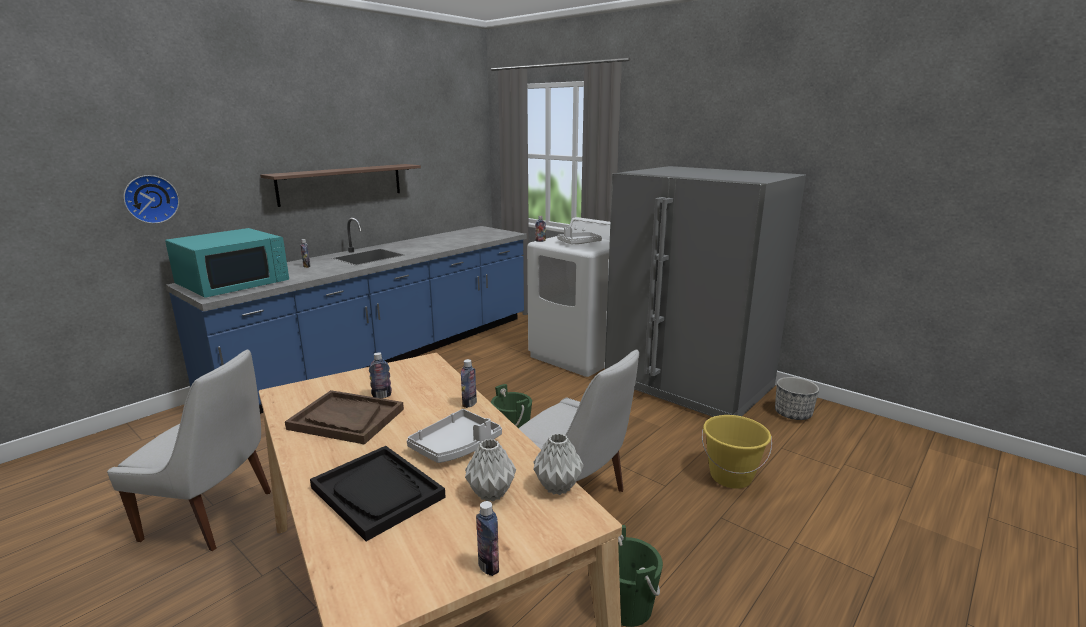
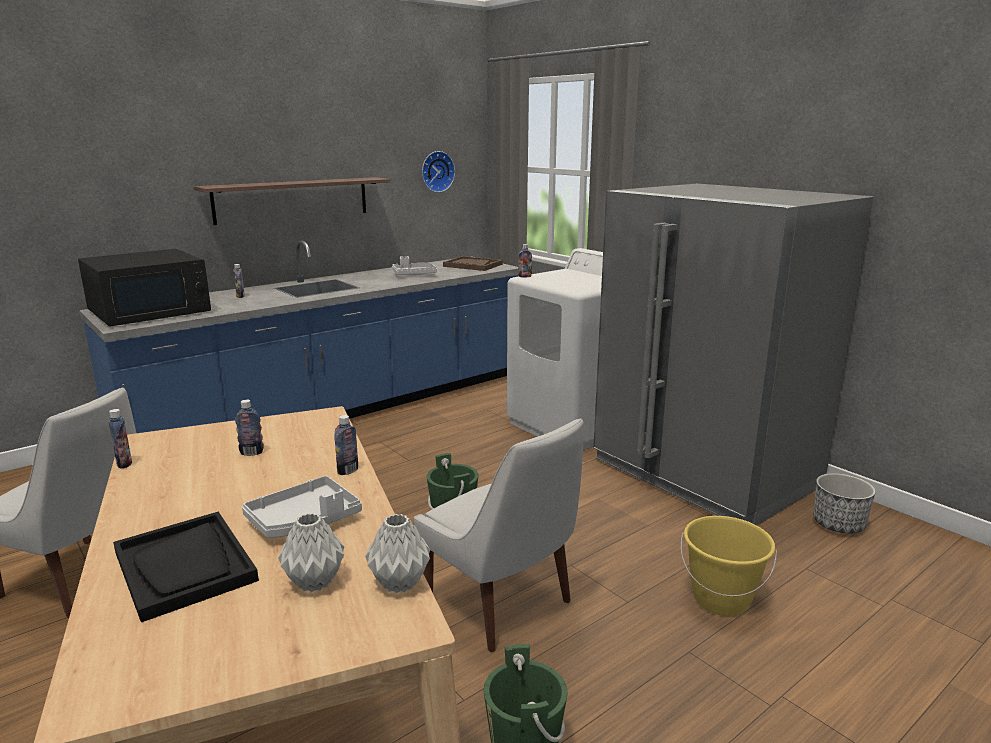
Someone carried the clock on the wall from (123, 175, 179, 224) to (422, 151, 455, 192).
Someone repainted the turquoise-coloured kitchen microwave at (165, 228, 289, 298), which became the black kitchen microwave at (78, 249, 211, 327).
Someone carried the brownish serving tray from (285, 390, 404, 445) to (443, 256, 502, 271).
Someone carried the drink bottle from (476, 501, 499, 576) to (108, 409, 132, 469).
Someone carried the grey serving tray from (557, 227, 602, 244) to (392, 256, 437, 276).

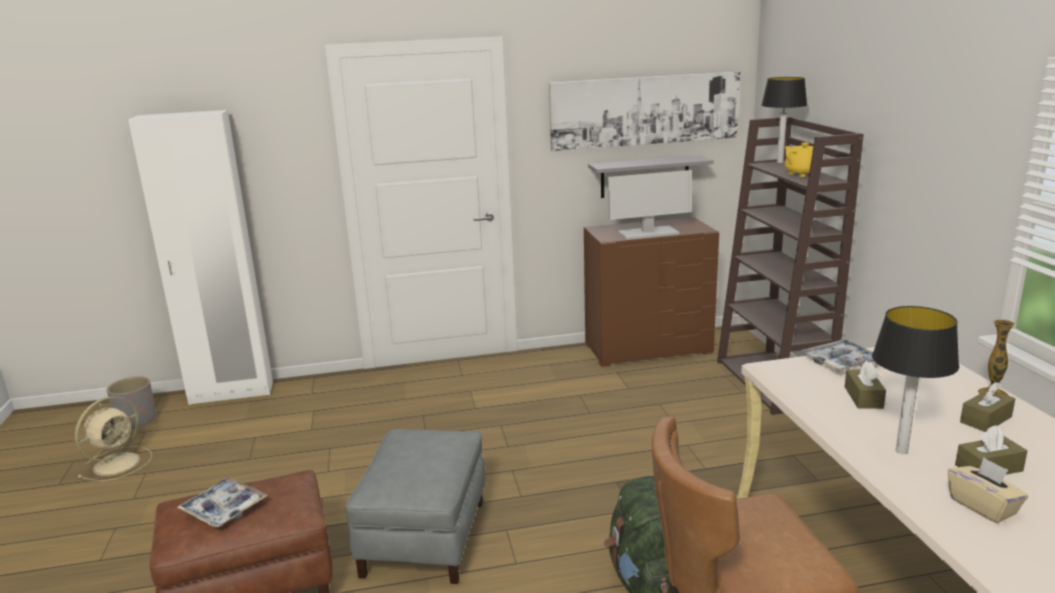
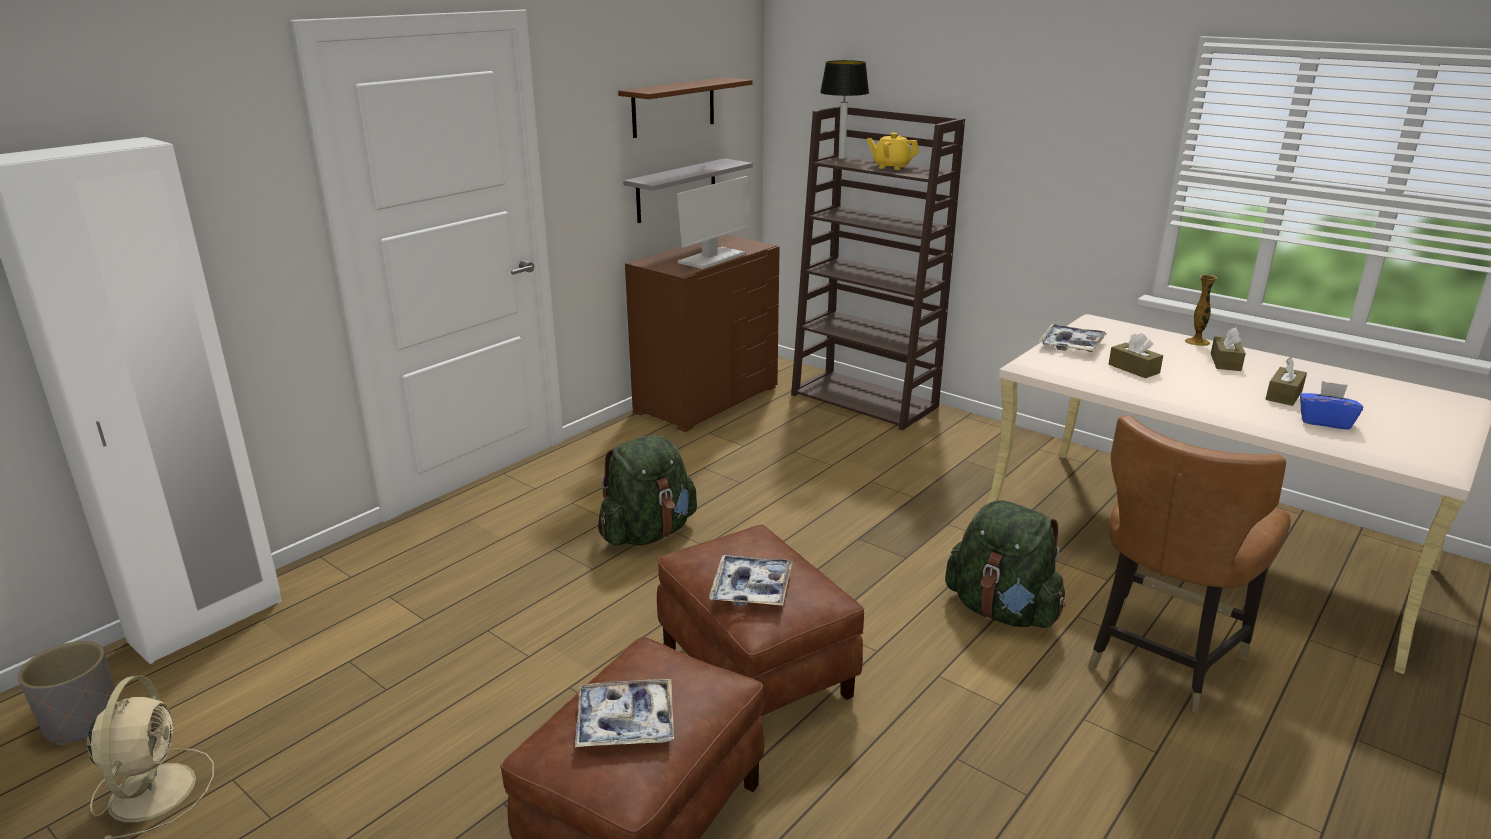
Someone repainted the grey pouffe at (346, 429, 486, 584), which became the brownish pouffe at (657, 524, 864, 716).
Someone swapped the wall art at (549, 72, 740, 151) for the brownish bracket shelf at (618, 77, 753, 138).
Someone took away the table lamp at (872, 306, 959, 454).
Someone repainted the beige-coloured box of tissues at (948, 457, 1028, 523), which became the blue-coloured box of tissues at (1300, 381, 1363, 430).
Someone put down the green rucksack at (598, 435, 697, 546).
Someone put down the serving tray at (709, 555, 793, 606).

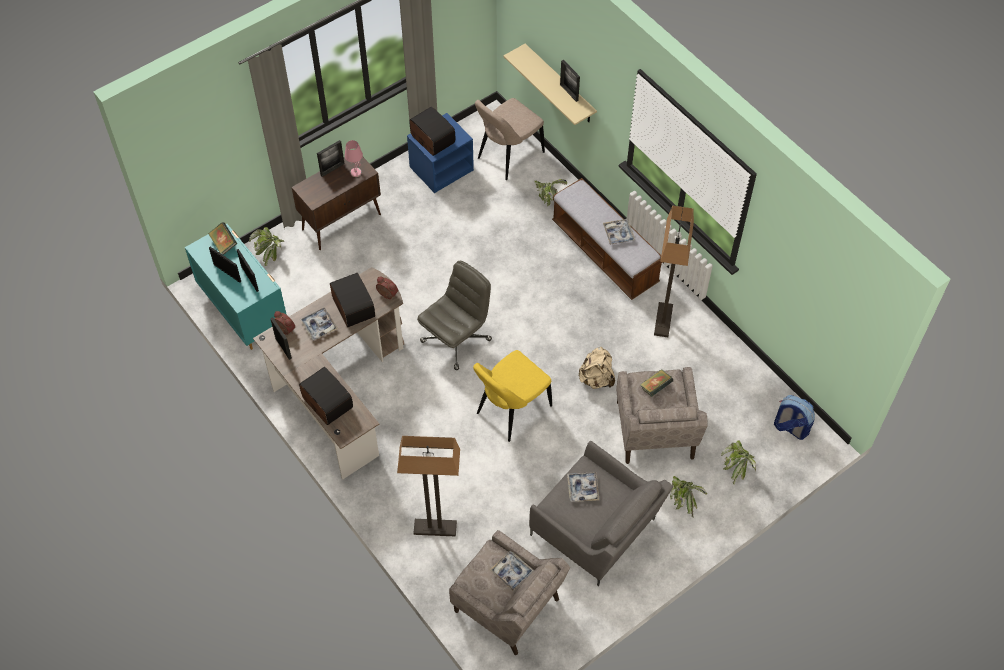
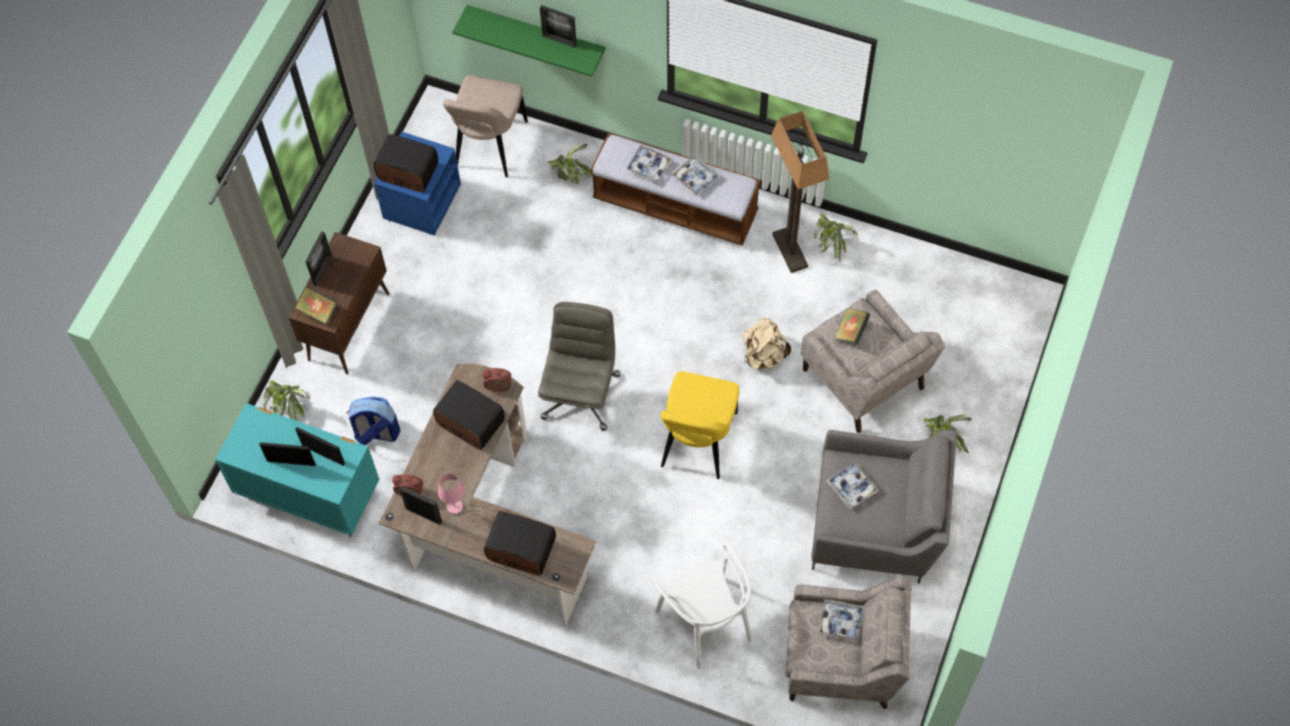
Someone carried the book from (208, 222, 237, 255) to (295, 286, 338, 324).
Someone carried the serving tray from (300, 307, 338, 340) to (625, 145, 672, 183).
Someone carried the pink-coloured table lamp from (345, 140, 363, 177) to (438, 474, 464, 515).
Someone swapped the standard lamp at (397, 436, 460, 537) for the white-coloured chair at (652, 542, 752, 669).
Someone repainted the beige-coloured bracket shelf at (504, 44, 597, 125), which became the green bracket shelf at (452, 5, 606, 77).
Someone carried the plant in a pot from (721, 440, 756, 484) to (814, 214, 858, 262).
Someone carried the rucksack from (774, 395, 815, 440) to (346, 396, 401, 445).

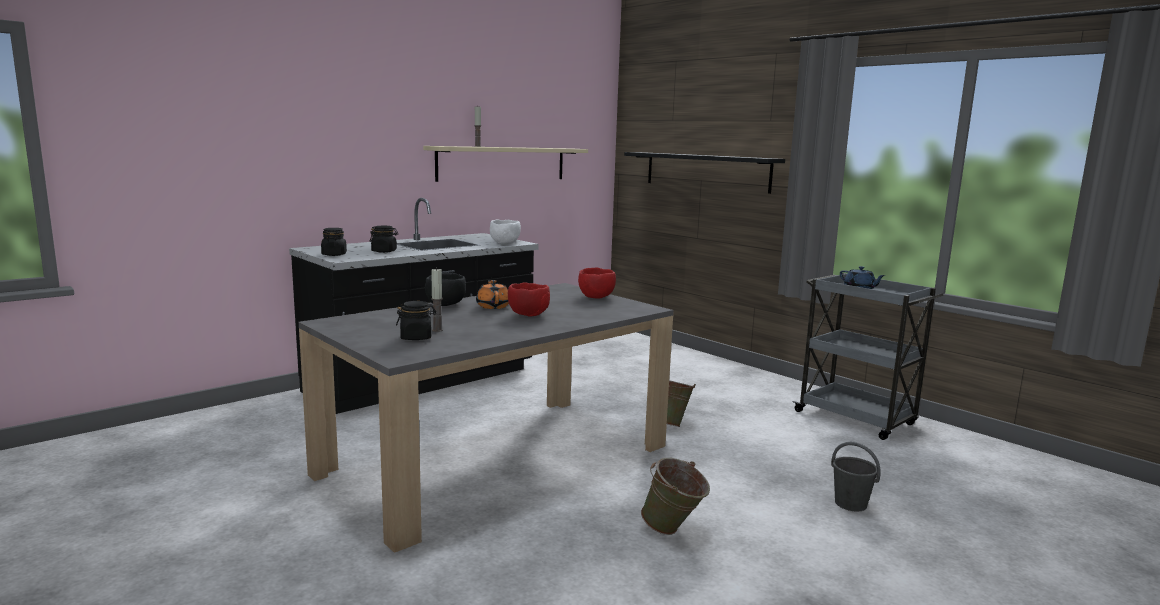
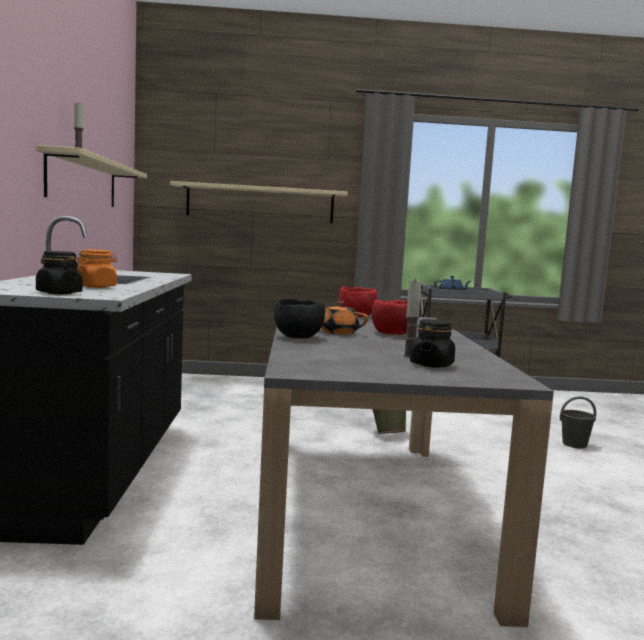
Someone repainted the black jar at (370, 226, 398, 253), which became the orange jar at (77, 249, 117, 288).
Someone took away the white-coloured serving bowl at (490, 219, 521, 244).
Someone repainted the black bracket shelf at (624, 152, 785, 194), which became the beige-coloured bracket shelf at (170, 181, 348, 223).
Someone took away the green water bucket at (641, 457, 710, 535).

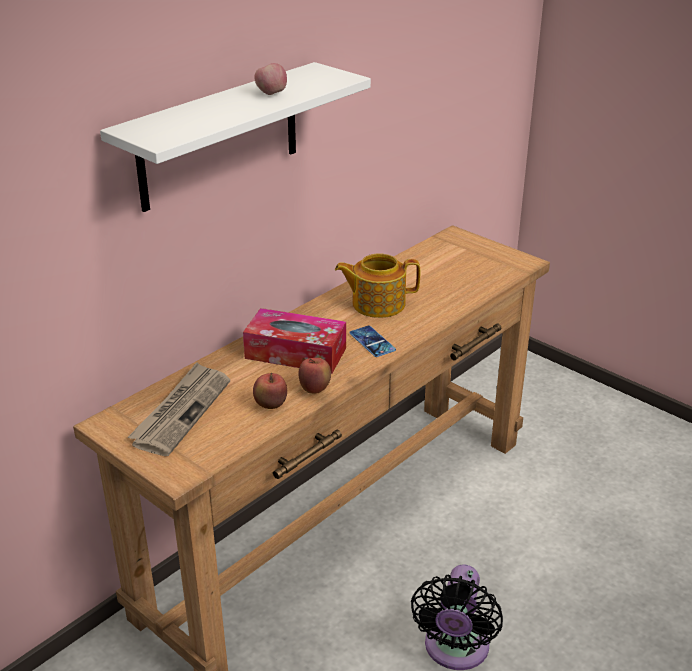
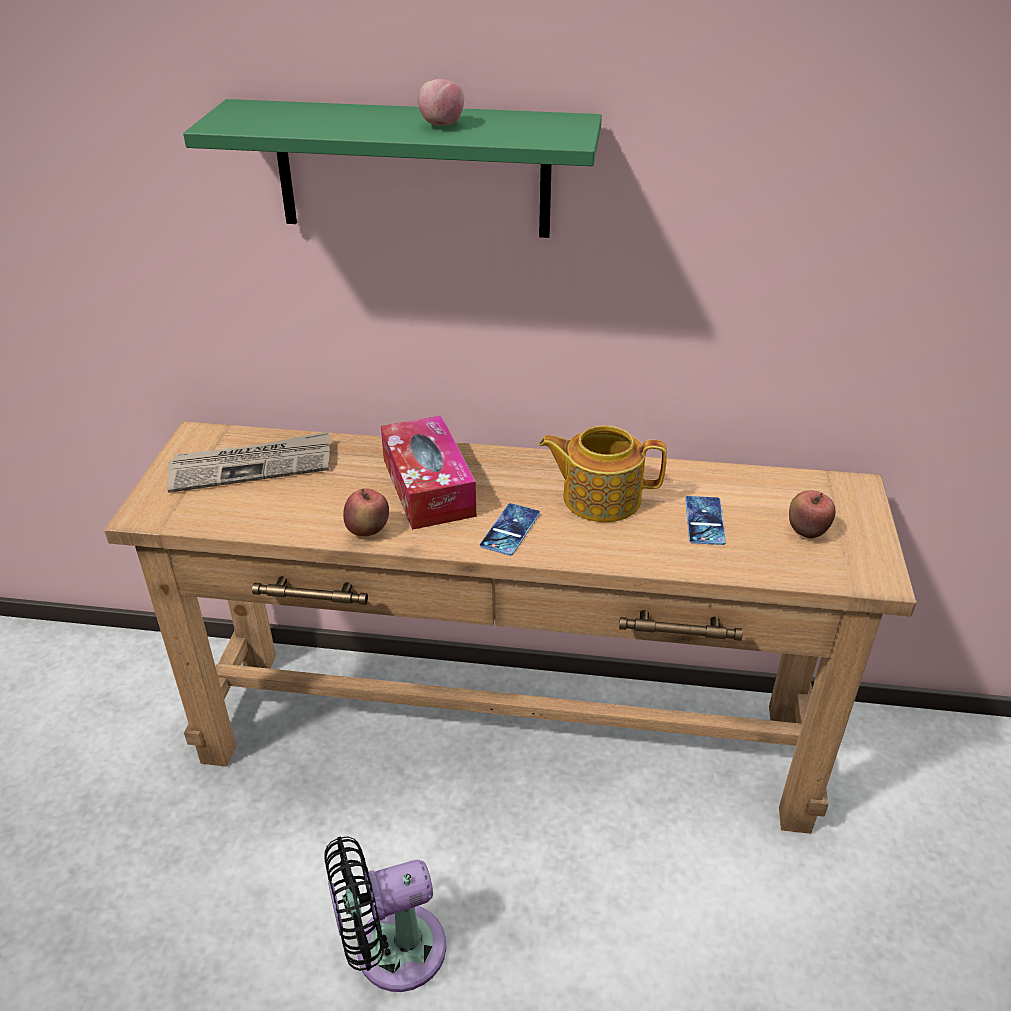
Someone repainted the white-coloured bracket shelf at (100, 62, 371, 212), which became the green bracket shelf at (183, 99, 602, 238).
Someone carried the apple fruit from (253, 373, 287, 409) to (789, 490, 835, 539).
Someone rotated the teapot at (335, 253, 420, 318) by 45 degrees counterclockwise.
Someone put down the phone at (685, 496, 726, 545).

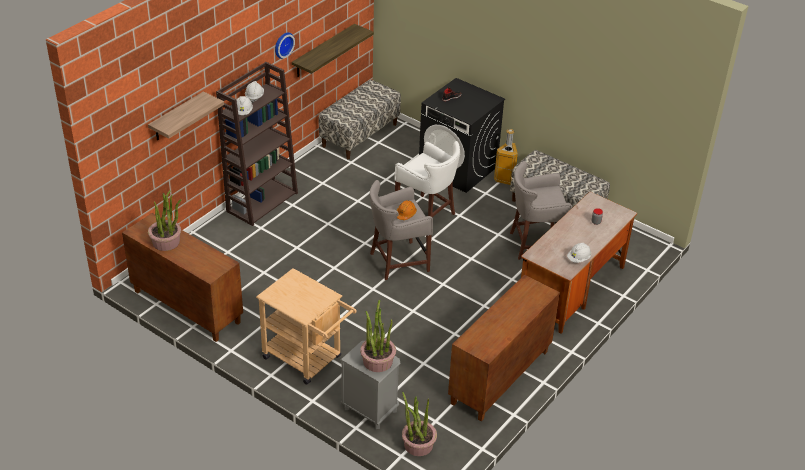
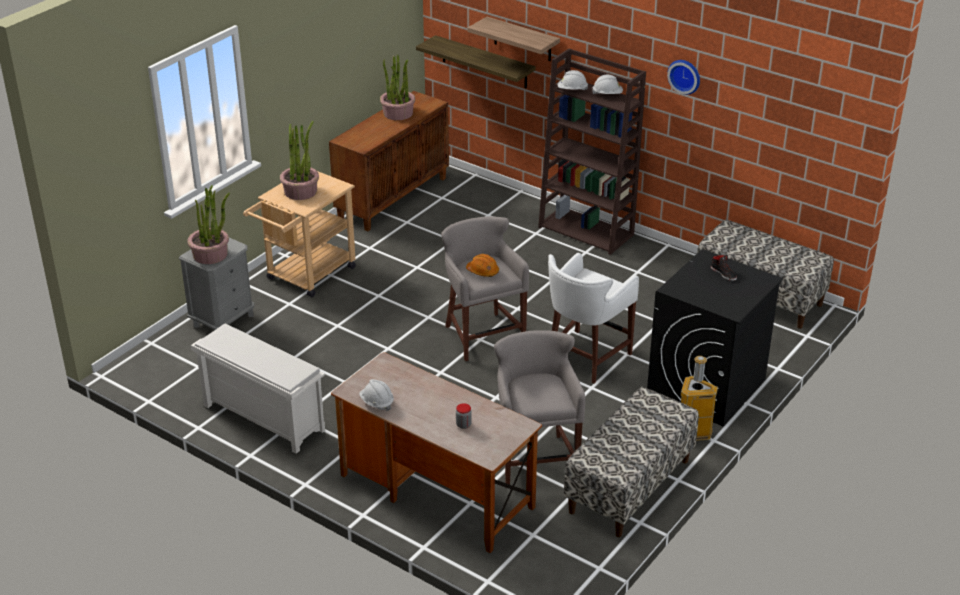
Someone carried the bracket shelf from (292, 24, 374, 77) to (416, 35, 536, 88).
Someone carried the plant in a pot from (402, 392, 437, 456) to (280, 121, 319, 200).
Someone swapped the brownish cabinet at (448, 275, 560, 422) for the white-coloured shoe rack at (191, 324, 325, 454).

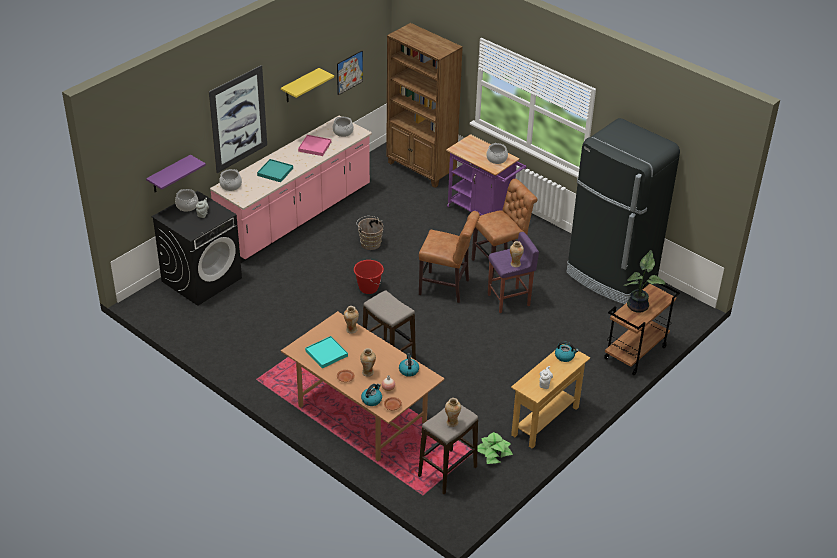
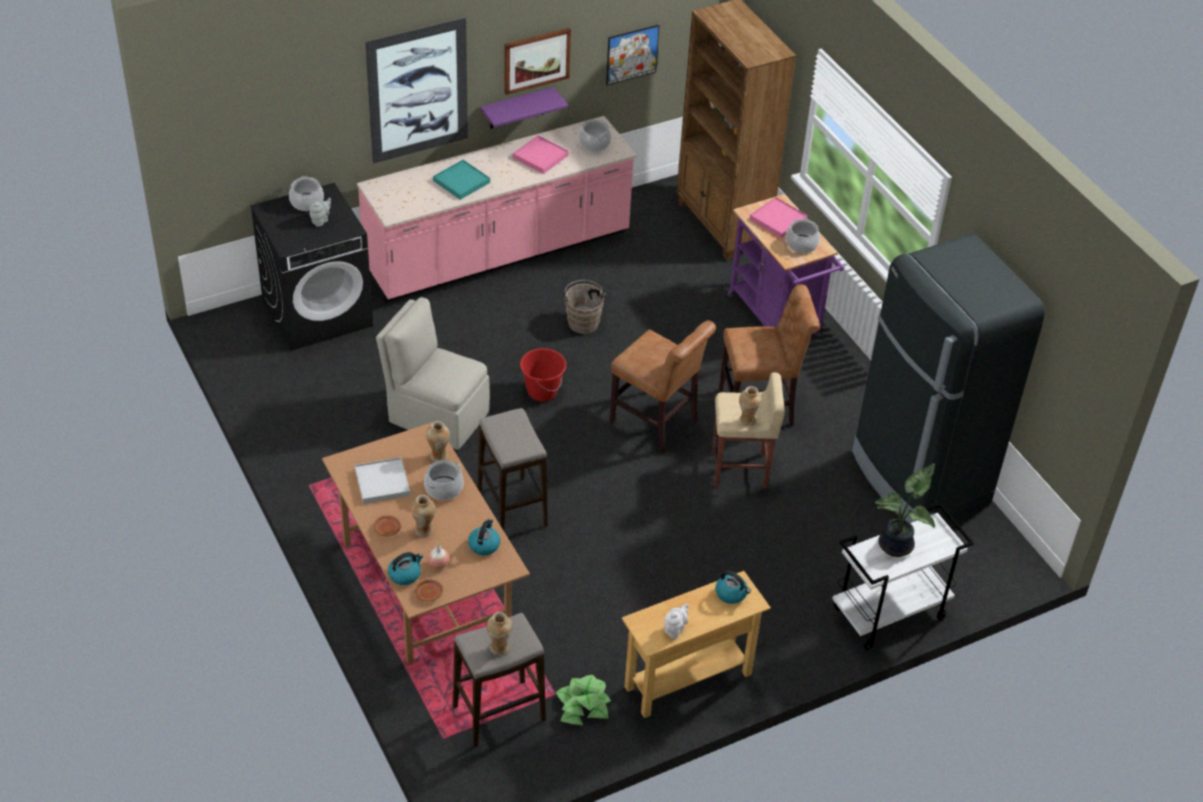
Someone carried the purple bracket shelf from (146, 155, 206, 192) to (480, 87, 568, 129).
Someone carried the saucepot from (219, 169, 242, 191) to (424, 460, 464, 500).
Someone swapped the yellow-coloured bracket shelf at (281, 68, 334, 102) for the wall art at (505, 28, 571, 95).
Someone repainted the turquoise-coloured serving tray at (305, 336, 348, 368), which became the white-coloured serving tray at (355, 457, 410, 504).
Someone repainted the purple sitting stool at (488, 232, 539, 313), which became the beige-coloured sitting stool at (712, 372, 785, 488).
Someone repainted the brownish wheeled cart at (604, 278, 680, 375), which became the white-coloured wheeled cart at (832, 503, 974, 650).
Someone put down the beige-coloured chair at (376, 297, 490, 450).
Someone put down the pink-coloured serving tray at (749, 197, 807, 238).

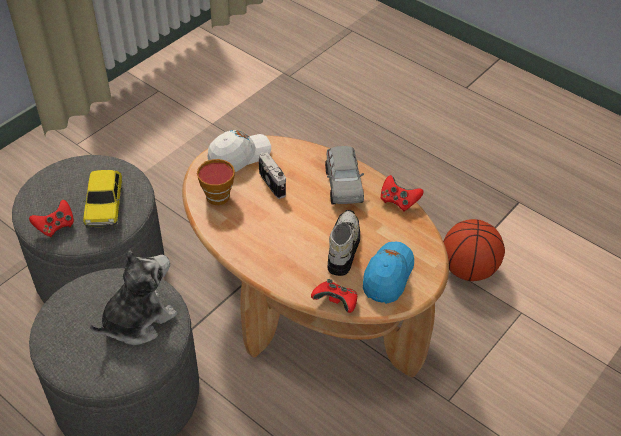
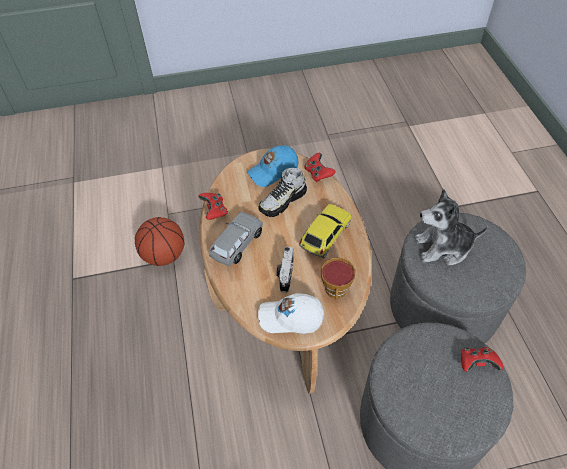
Someone carried the miniature car from (83, 170, 123, 228) to (299, 204, 352, 258).

